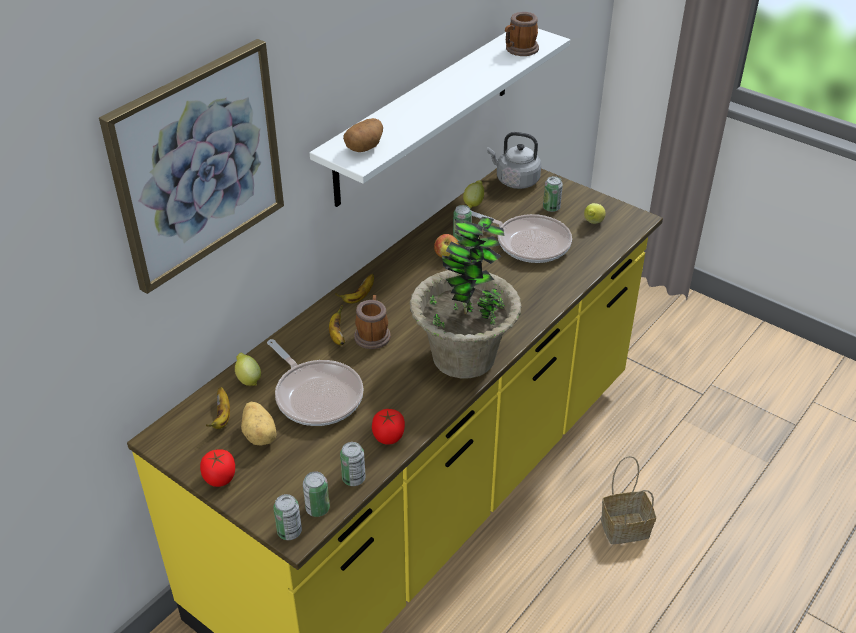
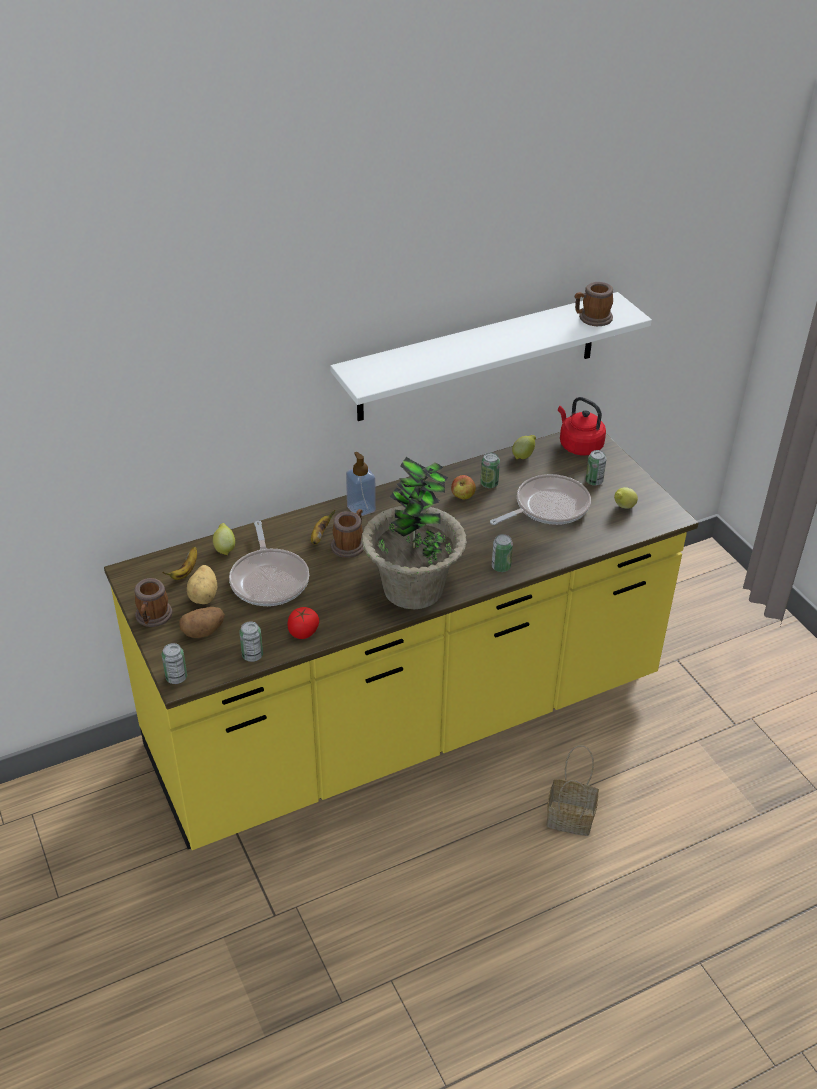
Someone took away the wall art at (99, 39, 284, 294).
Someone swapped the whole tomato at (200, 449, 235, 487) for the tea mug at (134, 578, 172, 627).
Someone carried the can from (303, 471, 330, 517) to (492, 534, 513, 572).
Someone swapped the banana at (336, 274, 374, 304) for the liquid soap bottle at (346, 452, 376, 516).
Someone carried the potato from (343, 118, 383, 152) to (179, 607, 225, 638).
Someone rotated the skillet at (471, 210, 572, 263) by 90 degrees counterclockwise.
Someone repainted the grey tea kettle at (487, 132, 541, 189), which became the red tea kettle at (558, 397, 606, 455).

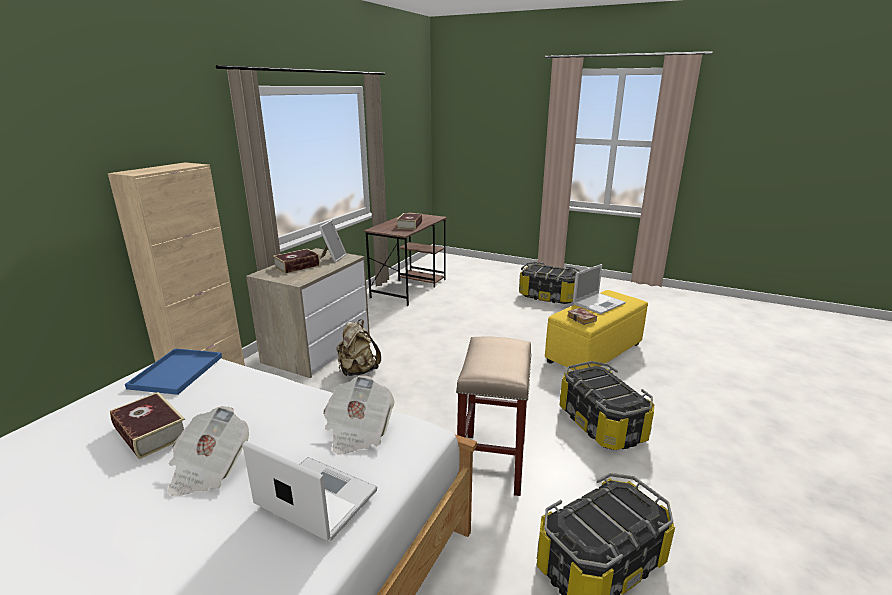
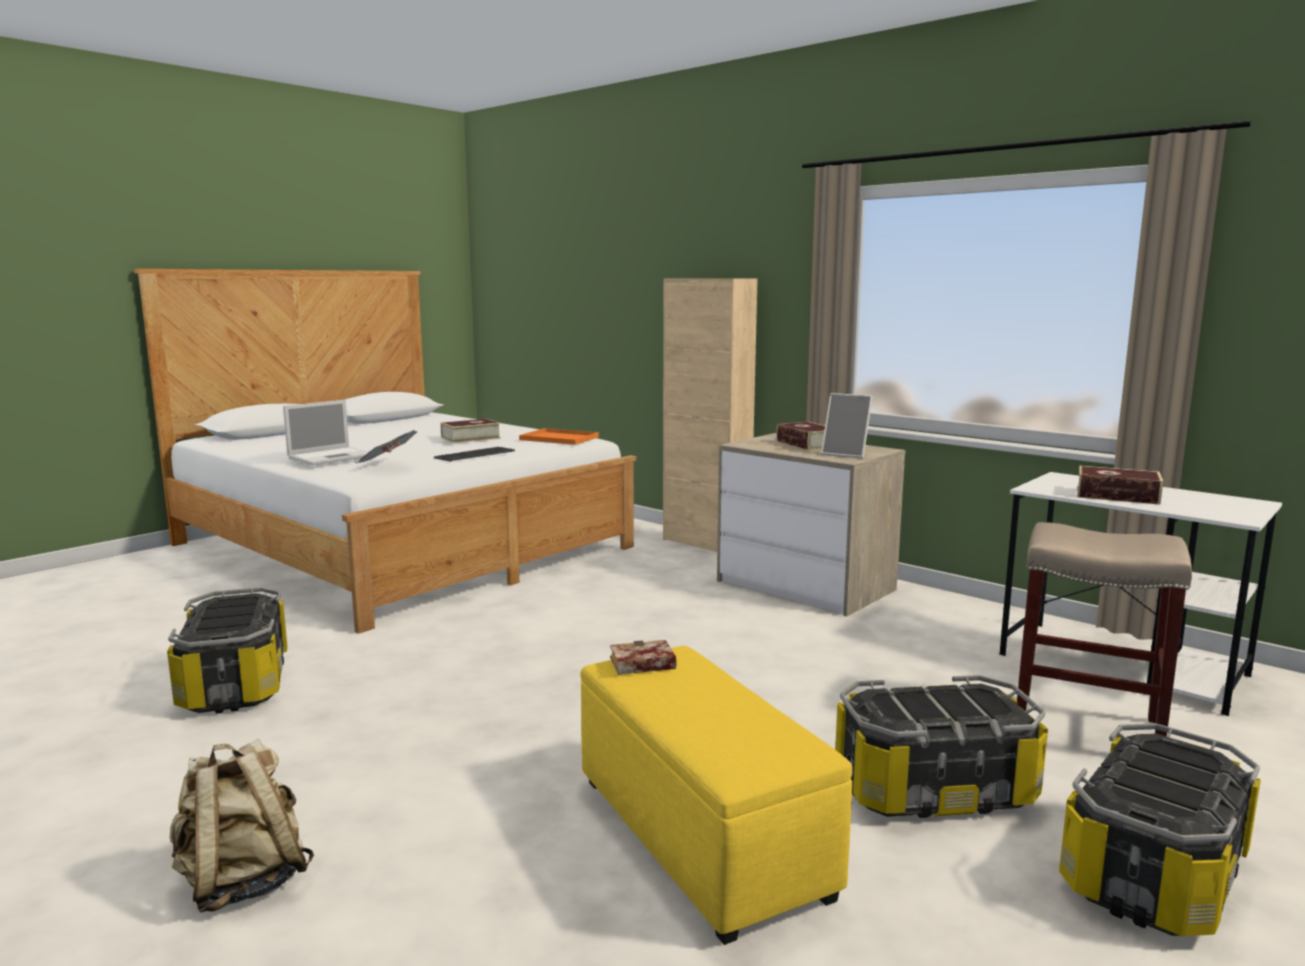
Someone repainted the blue-coloured serving tray at (125, 348, 222, 395), which became the orange serving tray at (519, 428, 599, 445).
Someone took away the newspaper at (168, 406, 249, 496).
Someone carried the beige-coloured rucksack from (336, 319, 381, 376) to (170, 739, 314, 913).
Someone repainted the brownish desk table at (364, 213, 447, 306), which became the white-coloured desk table at (999, 472, 1282, 716).
Someone carried the beige-coloured sitting stool from (456, 336, 531, 496) to (1017, 522, 1192, 737).
Someone carried the storage box from (560, 361, 654, 450) to (835, 675, 1048, 818).
Someone took away the laptop at (573, 264, 626, 314).
Someone put down the computer keyboard at (434, 447, 515, 462).

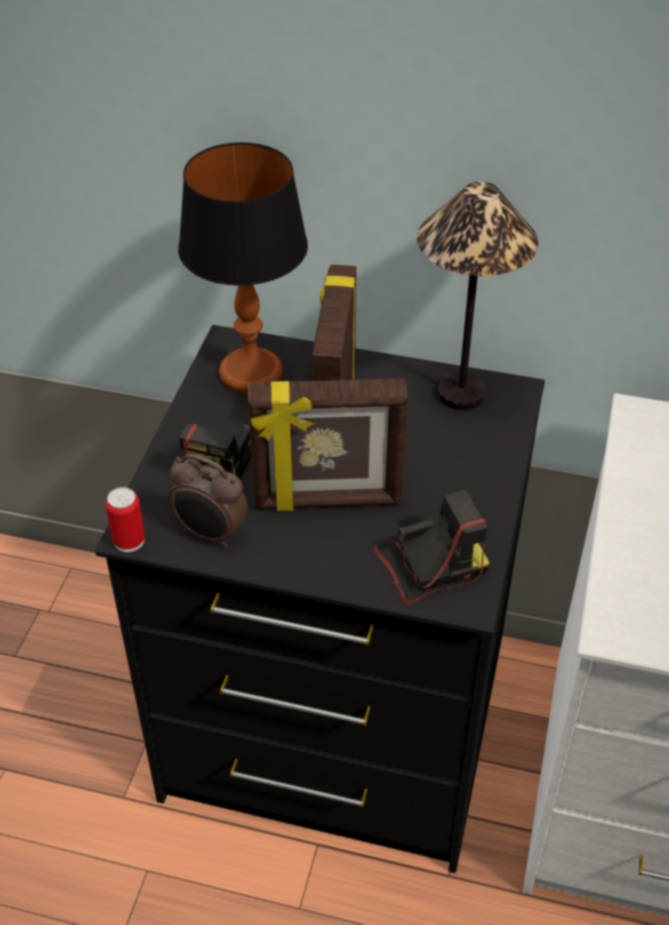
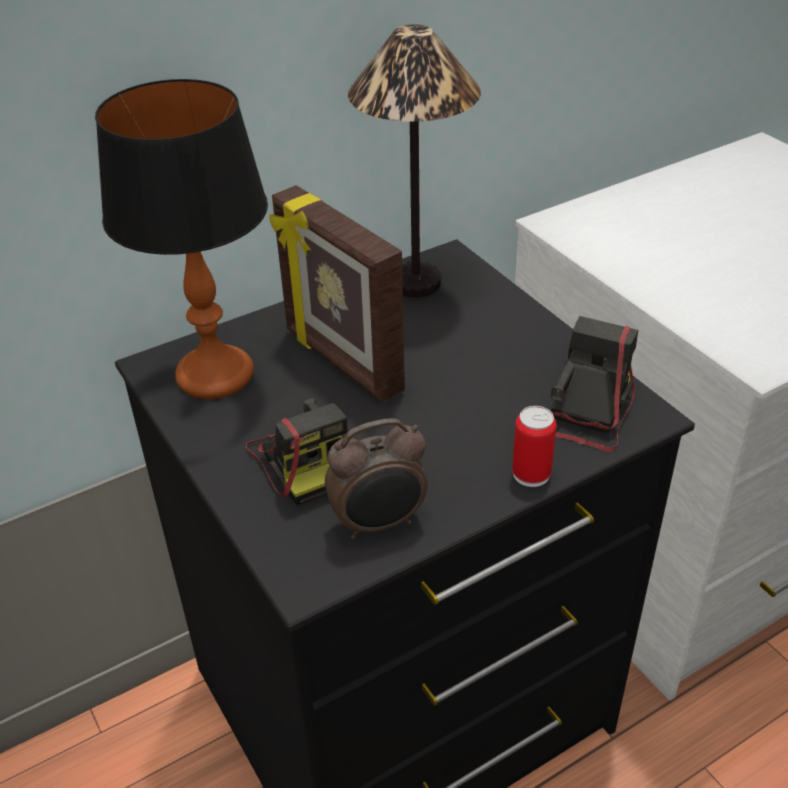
Someone carried the can from (105, 487, 145, 552) to (512, 406, 557, 487).
Someone took away the standing frame at (248, 378, 408, 512).

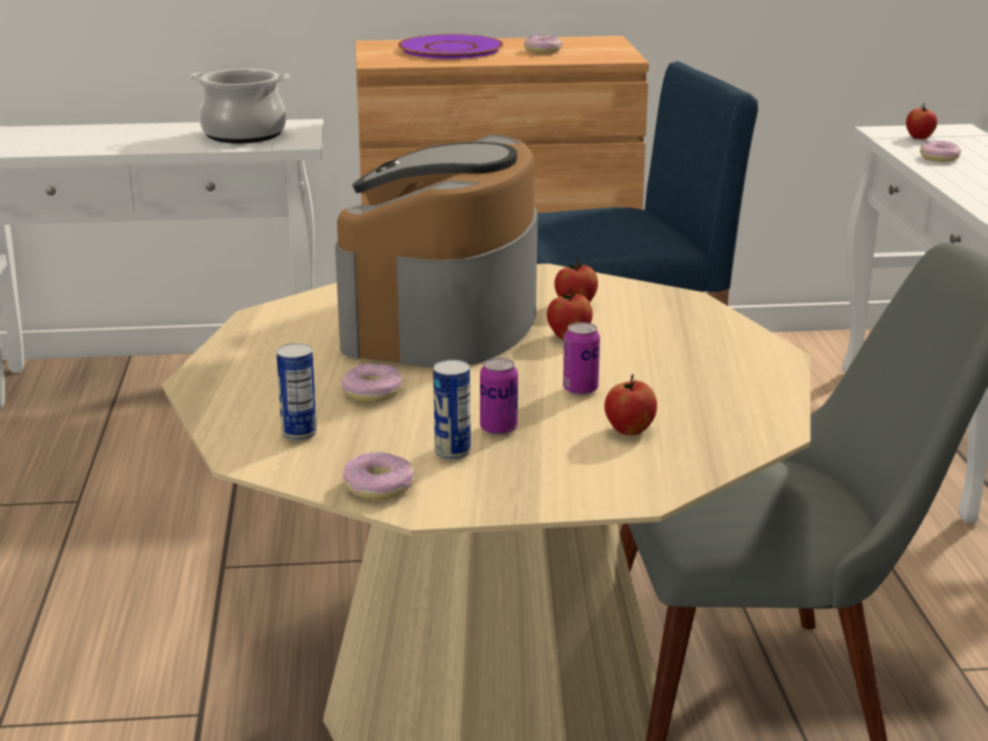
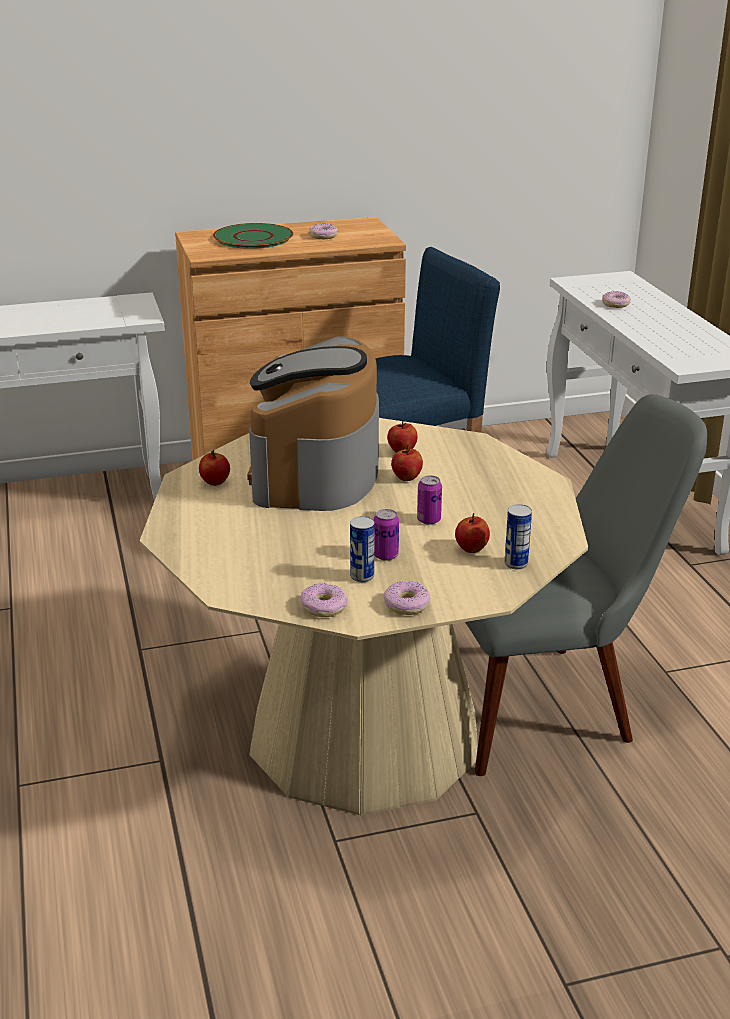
Someone took away the saucepot at (190, 69, 290, 143).
Someone carried the can from (276, 343, 317, 441) to (504, 504, 532, 569).
Someone carried the doughnut from (342, 364, 403, 402) to (384, 582, 430, 615).
Someone repainted the purple dinner plate at (398, 34, 503, 59), which became the green dinner plate at (213, 223, 293, 249).
Someone carried the apple fruit from (906, 103, 937, 139) to (199, 450, 230, 486).

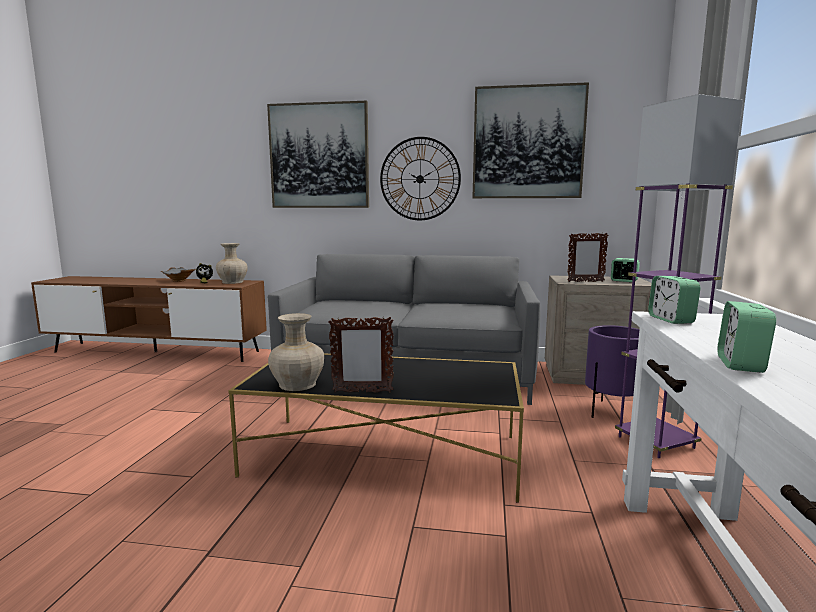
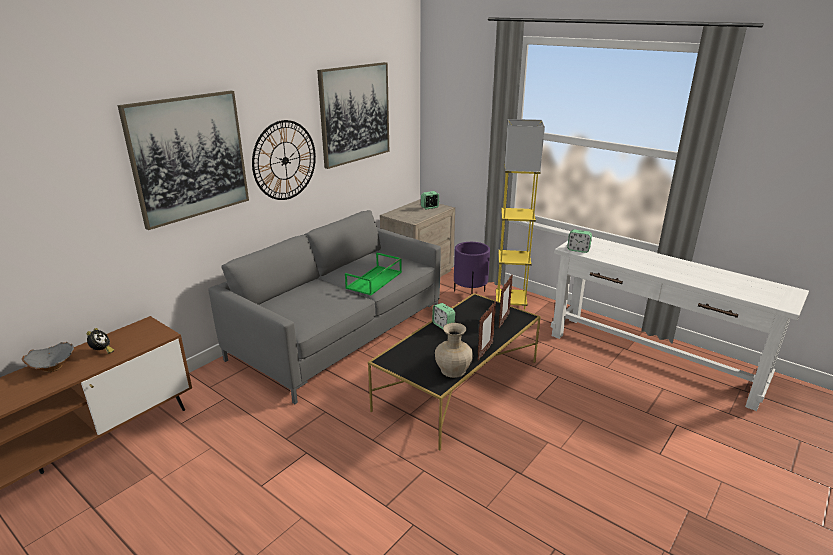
Someone took away the beige-coloured flower vase at (216, 243, 248, 284).
Someone carried the standing frame from (567, 233, 608, 282) to (499, 274, 513, 328).
Someone repainted the purple standard lamp at (615, 94, 743, 458), which became the yellow-coloured standard lamp at (496, 119, 545, 310).
Someone carried the bedside clock from (717, 301, 776, 373) to (432, 303, 455, 329).
Someone put down the green serving tray at (345, 253, 402, 296).

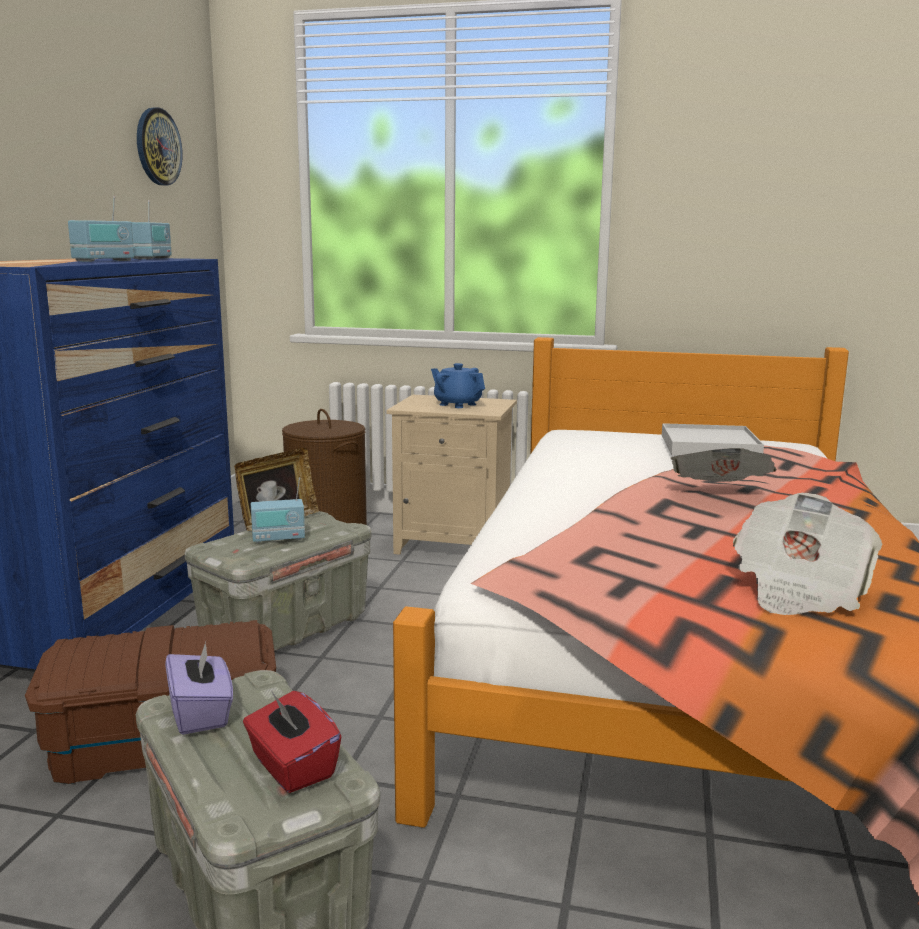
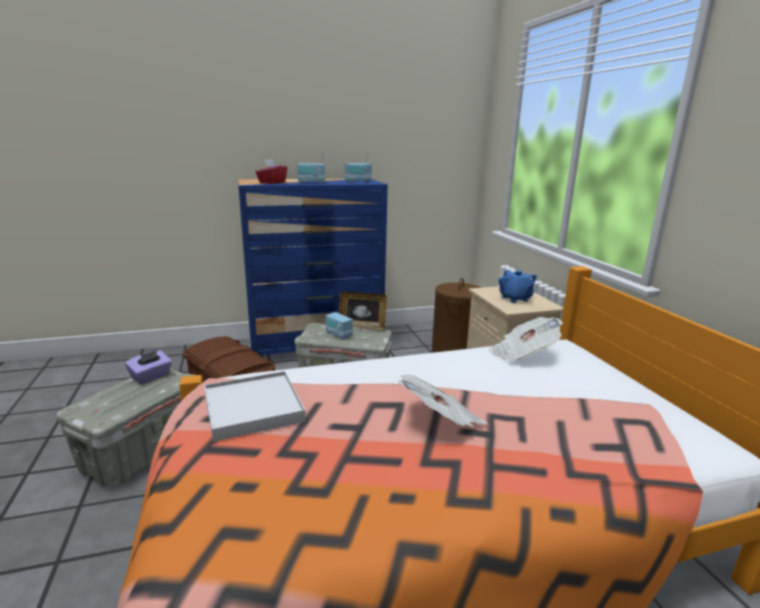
Someone took away the clock on the wall at (137, 107, 183, 186).
Someone carried the red box of tissues from (243, 690, 341, 793) to (256, 159, 287, 184).
Someone rotated the blue-coloured teapot at (431, 363, 485, 408) by 150 degrees clockwise.
Someone carried the white-coloured serving tray from (662, 423, 764, 455) to (204, 371, 306, 442).
Someone carried the newspaper from (733, 493, 882, 615) to (489, 317, 563, 362).

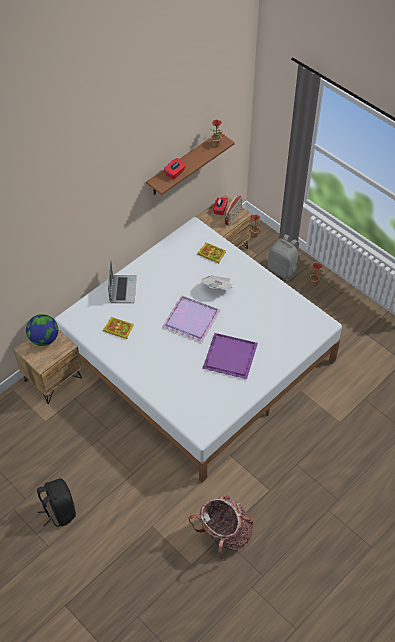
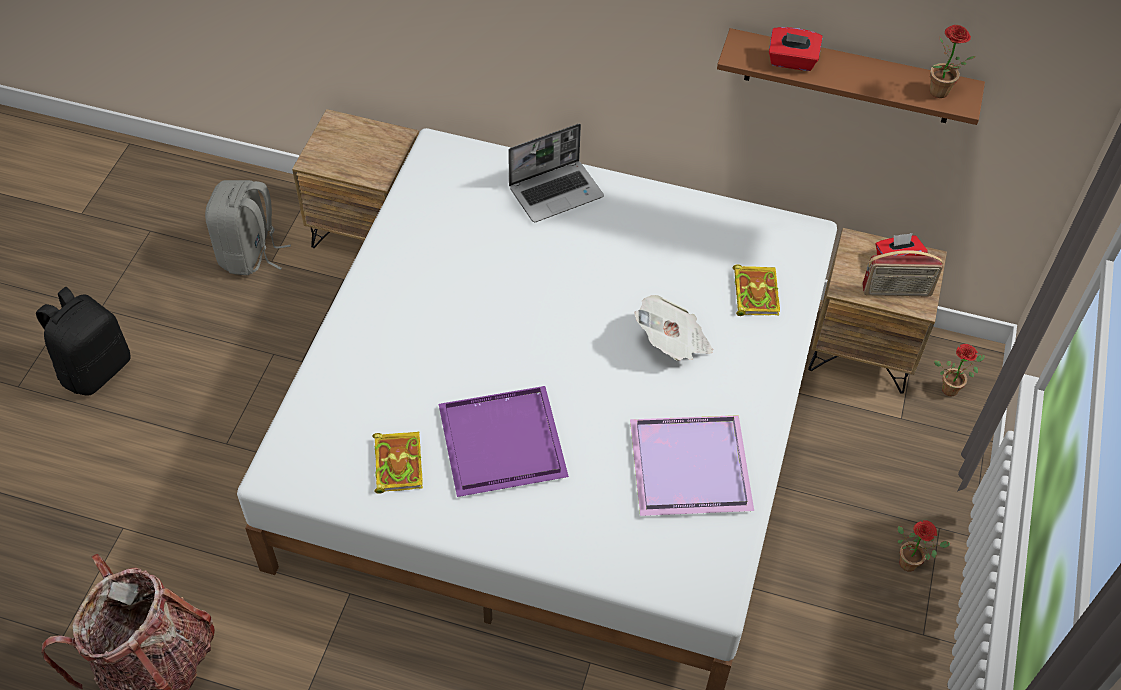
Someone took away the desk globe at (26, 314, 58, 346).
Someone carried the book from (103, 317, 133, 340) to (372, 432, 423, 494).
Someone carried the purple serving tray from (162, 295, 220, 342) to (630, 415, 754, 516).
Someone carried the grey rucksack from (268, 234, 299, 279) to (205, 180, 291, 275).

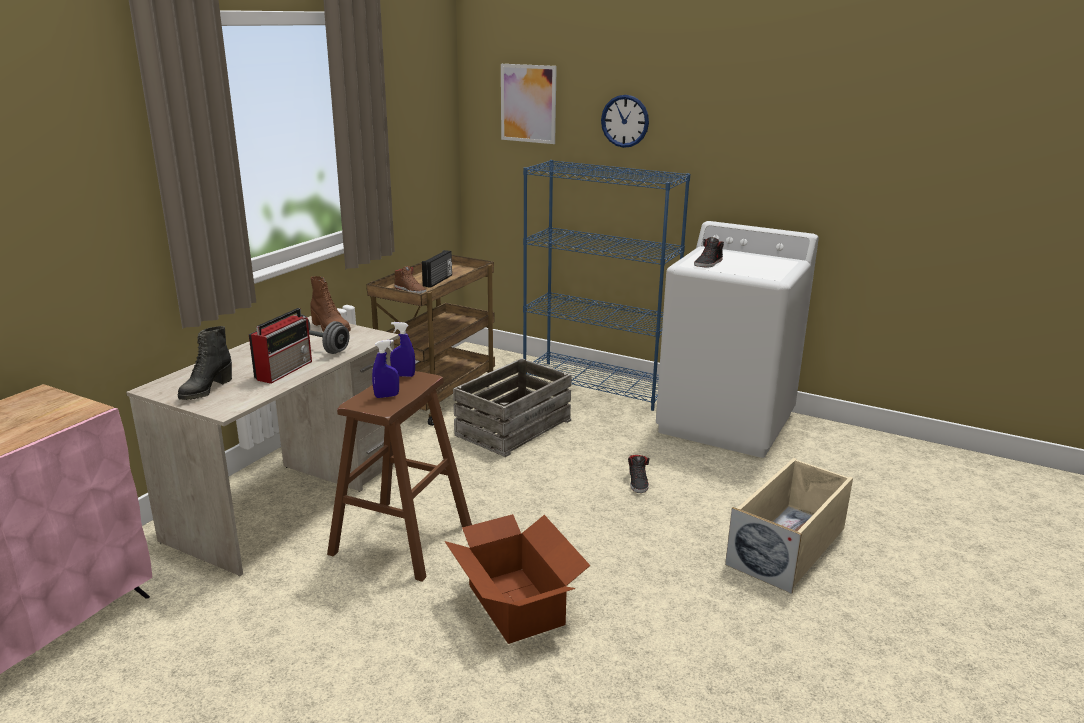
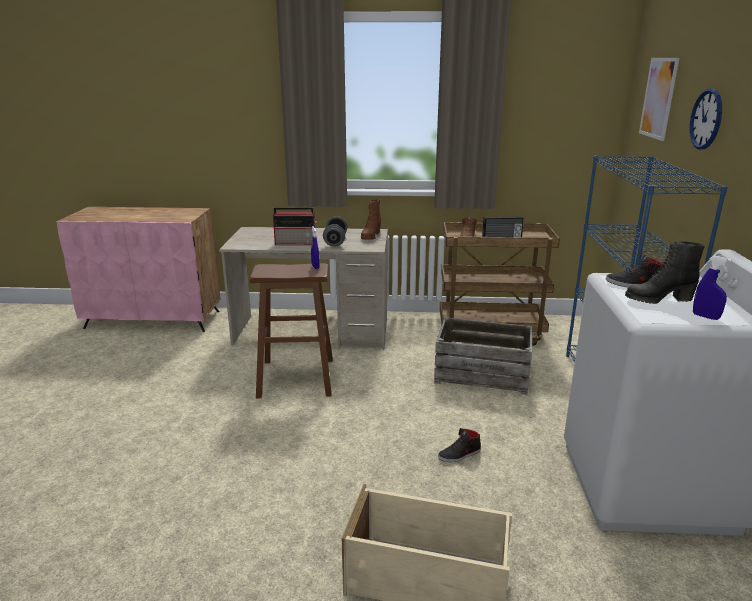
Someone carried the black boot from (178, 326, 232, 400) to (625, 241, 705, 304).
Someone carried the blue-coloured spray bottle from (372, 340, 399, 398) to (693, 256, 732, 320).
Someone took away the cardboard box at (444, 514, 590, 644).

